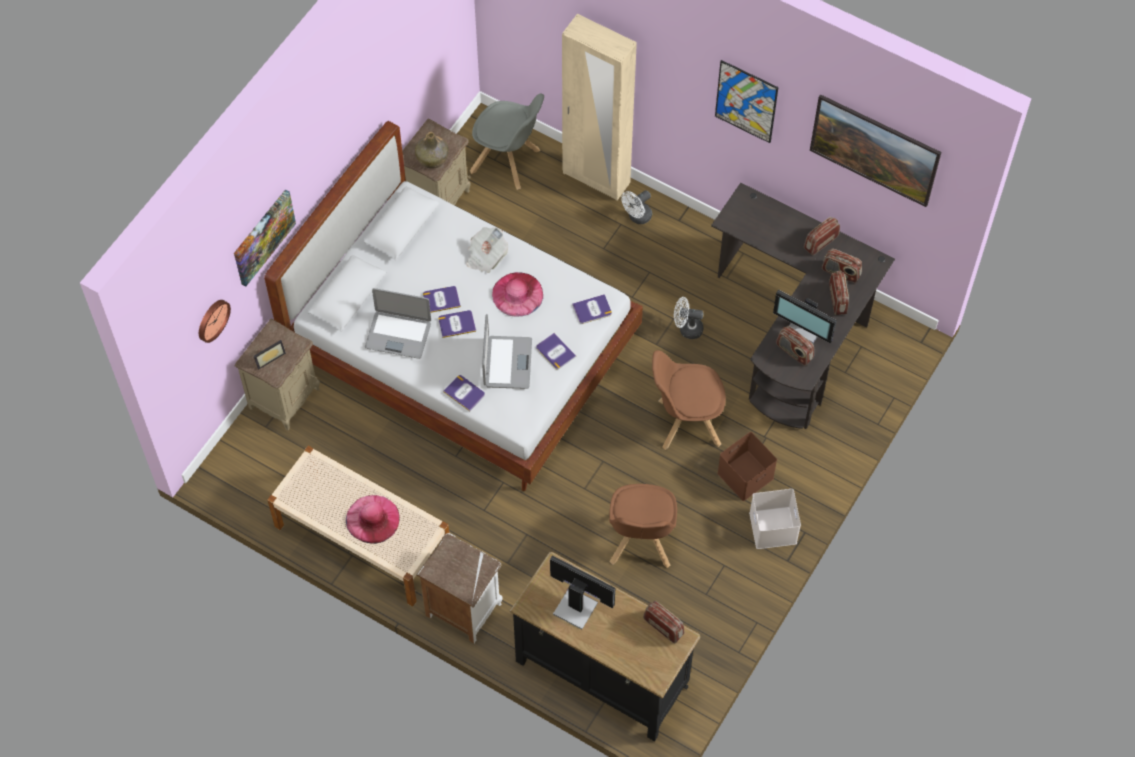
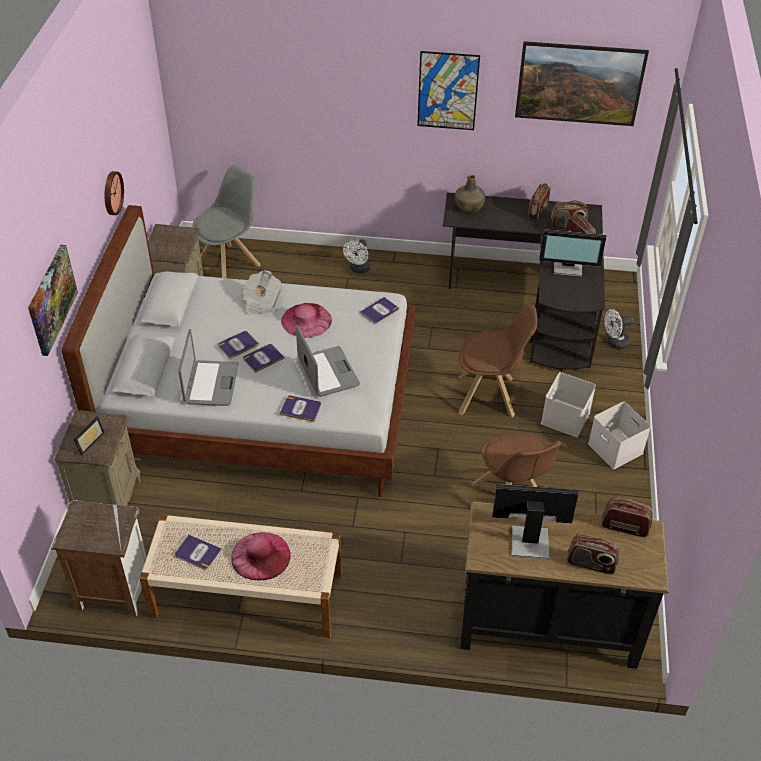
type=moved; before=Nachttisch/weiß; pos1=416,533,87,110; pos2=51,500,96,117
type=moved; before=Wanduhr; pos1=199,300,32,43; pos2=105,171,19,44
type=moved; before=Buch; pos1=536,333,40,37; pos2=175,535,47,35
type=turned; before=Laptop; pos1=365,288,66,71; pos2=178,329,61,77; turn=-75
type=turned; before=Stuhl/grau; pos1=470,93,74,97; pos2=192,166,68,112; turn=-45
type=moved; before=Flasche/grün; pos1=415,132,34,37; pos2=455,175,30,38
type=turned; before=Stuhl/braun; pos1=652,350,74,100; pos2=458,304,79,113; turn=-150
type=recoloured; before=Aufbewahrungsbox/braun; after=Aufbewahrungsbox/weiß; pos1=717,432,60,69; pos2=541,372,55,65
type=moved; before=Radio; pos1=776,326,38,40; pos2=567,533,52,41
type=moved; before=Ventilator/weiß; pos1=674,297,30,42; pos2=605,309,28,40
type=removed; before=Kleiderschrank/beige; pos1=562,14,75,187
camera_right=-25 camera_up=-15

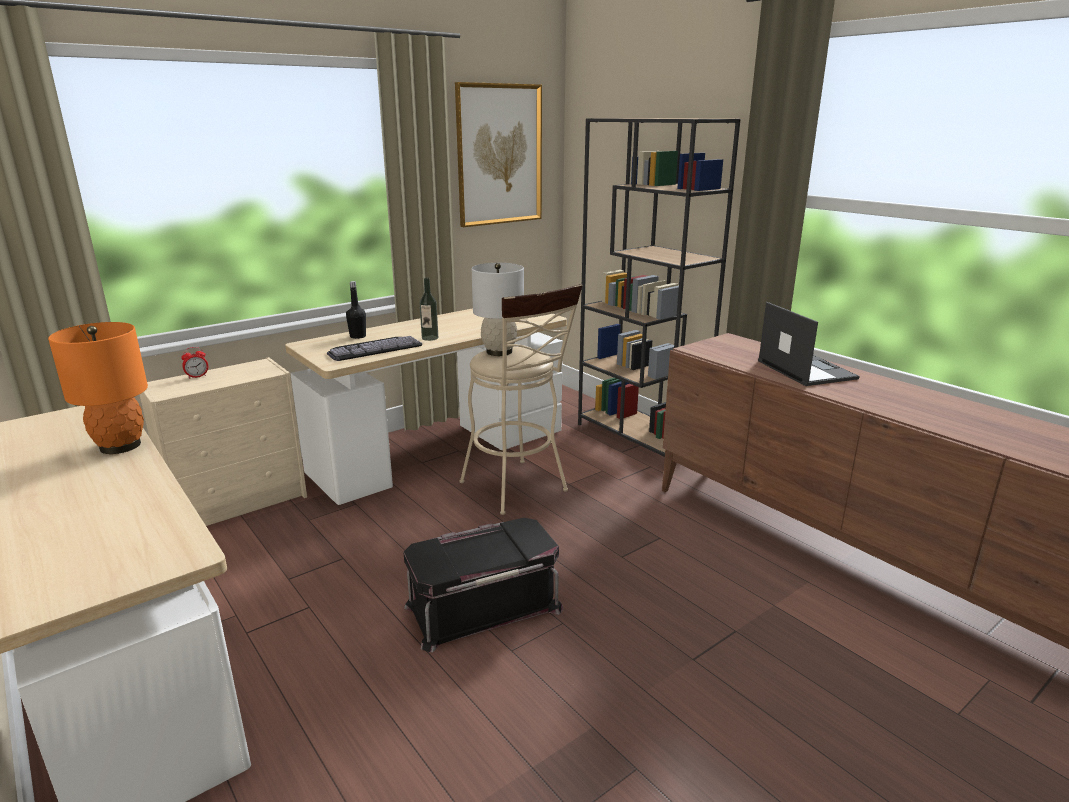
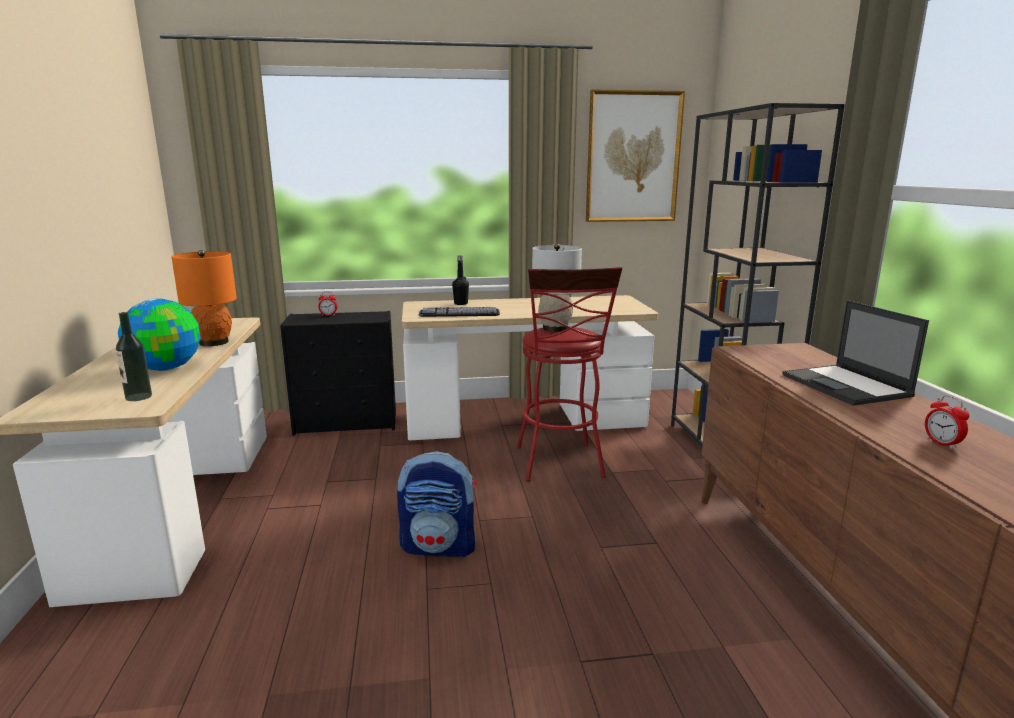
type=moved; before=Flasche; pos1=420,278,18,63; pos2=116,312,36,89
type=added; after=Globus; pos2=118,298,83,73
type=recoloured; before=Kommode/beige; after=Kommode/schwarz; pos1=139,357,168,169; pos2=280,311,116,125
type=replaced; before=Aufbewahrungsbox/schwarz; after=Rucksack; pos1=403,518,160,134; pos2=397,451,80,106
type=recoloured; before=Hocker/beige; after=Hocker/rot; pos1=459,284,123,231; pos2=517,267,105,215
type=turned; before=Laptop; pos1=758,302,102,84; pos2=782,300,147,106; turn=150
type=added; after=Wecker; pos2=925,395,44,54
camera_right=30 camera_up=-5

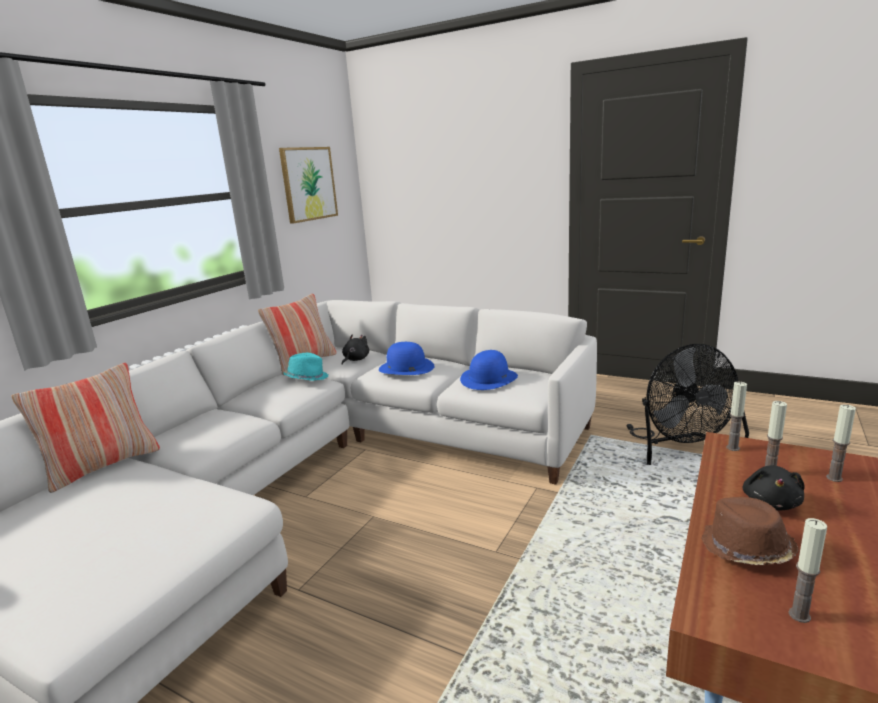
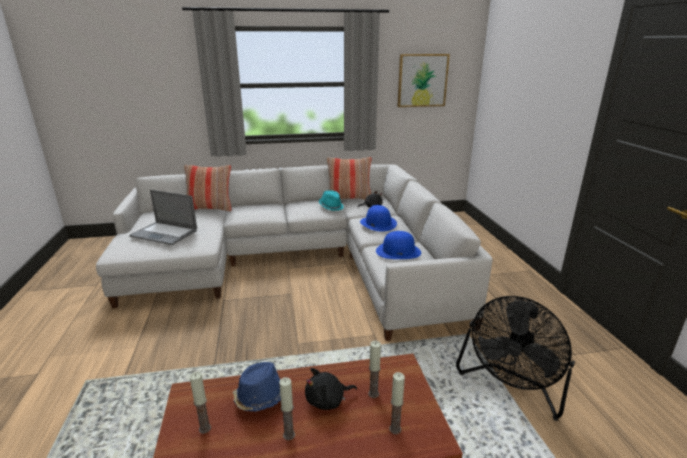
type=added; after=Laptop; pos2=129,190,68,55
type=recoloured; before=Hut/braun; after=Hut/blau; pos1=701,497,98,68; pos2=233,362,48,50
type=moved; before=Kerze; pos1=726,382,21,69; pos2=279,377,16,63
camera_right=50 camera_up=5

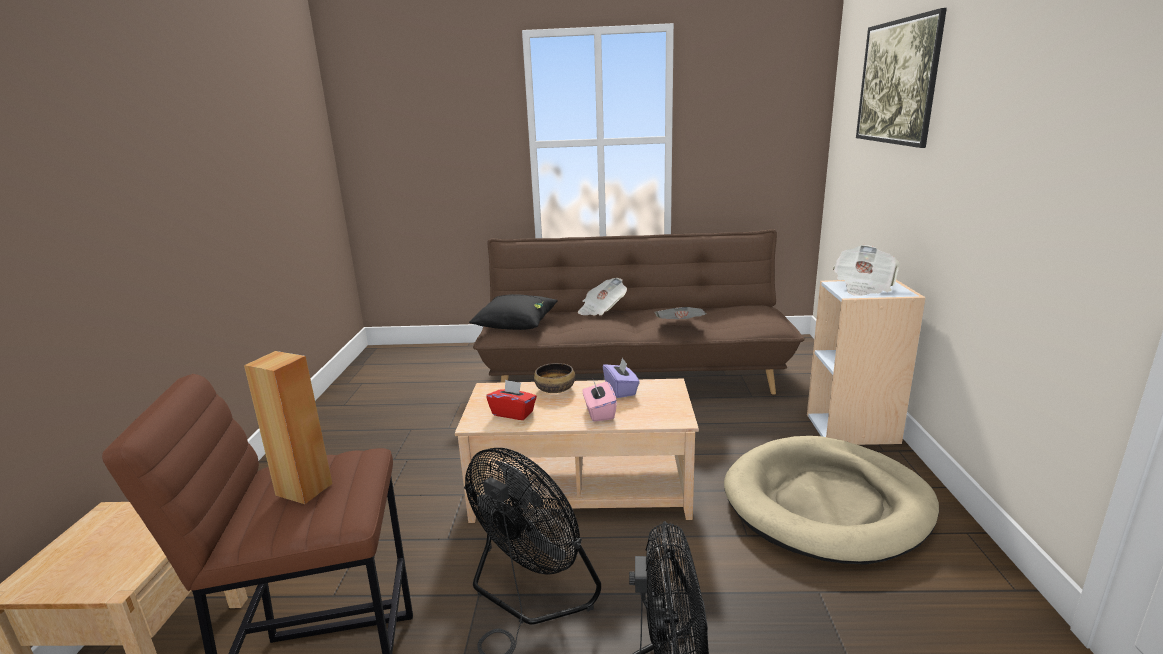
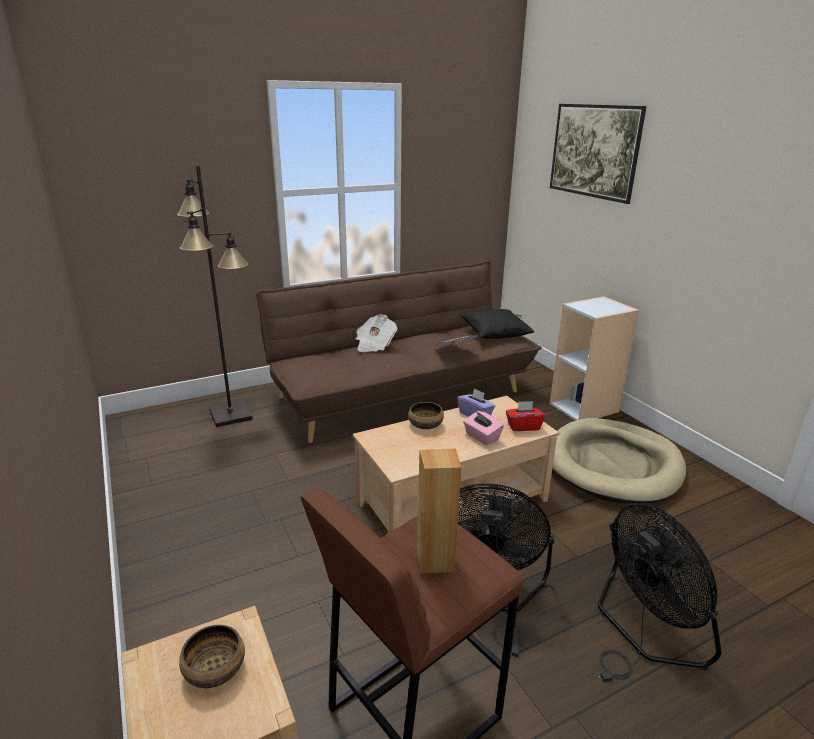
type=added; after=Stehlampe/schwarz; pos2=177,165,76,262
type=added; after=Schüssel; pos2=179,625,66,63
type=moved; before=Kissen/schwarz; pos1=469,294,89,36; pos2=460,309,74,30
type=moved; before=Taschentuchbox/rot; pos1=486,380,51,40; pos2=506,401,39,30
type=removed; before=Zeitung; pos1=833,245,67,51
camera_right=-30 camera_up=5

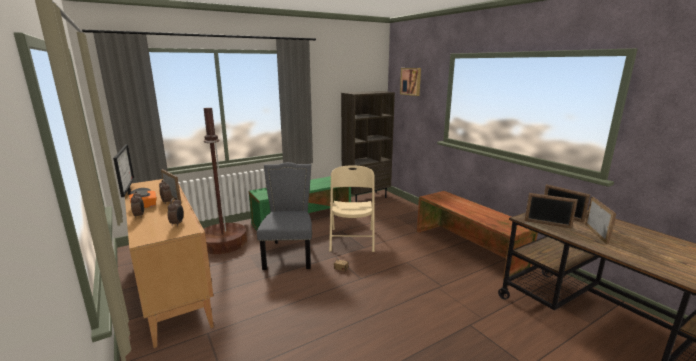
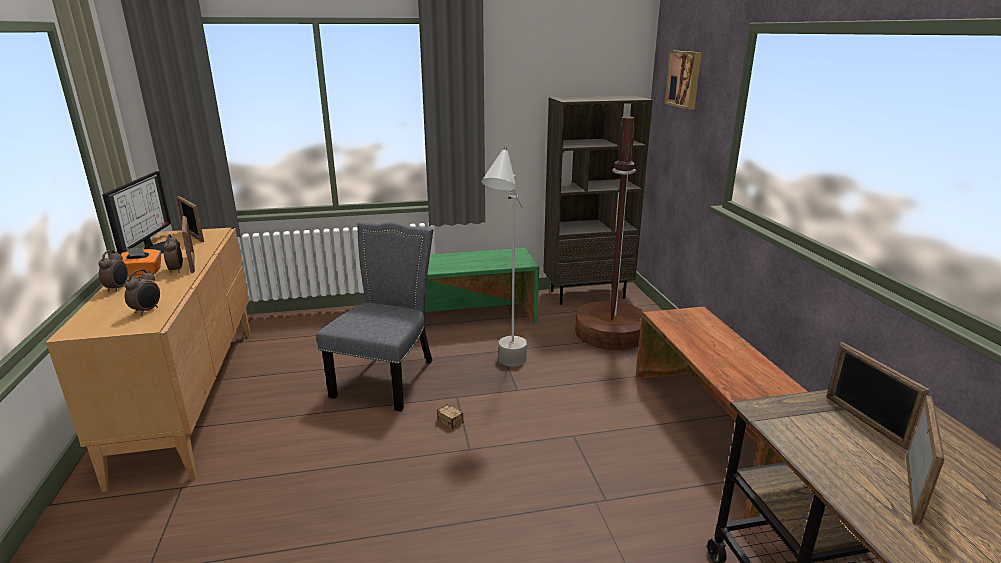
type=moved; before=Bilderrahmen; pos1=525,193,53,36; pos2=176,196,28,46
type=replaced; before=Stuhl/beige; after=Stehlampe/grau; pos1=329,165,46,87; pos2=482,146,45,221
type=moved; before=Stehlampe/braun; pos1=204,108,43,146; pos2=575,117,69,233
camera_right=20 camera_up=5

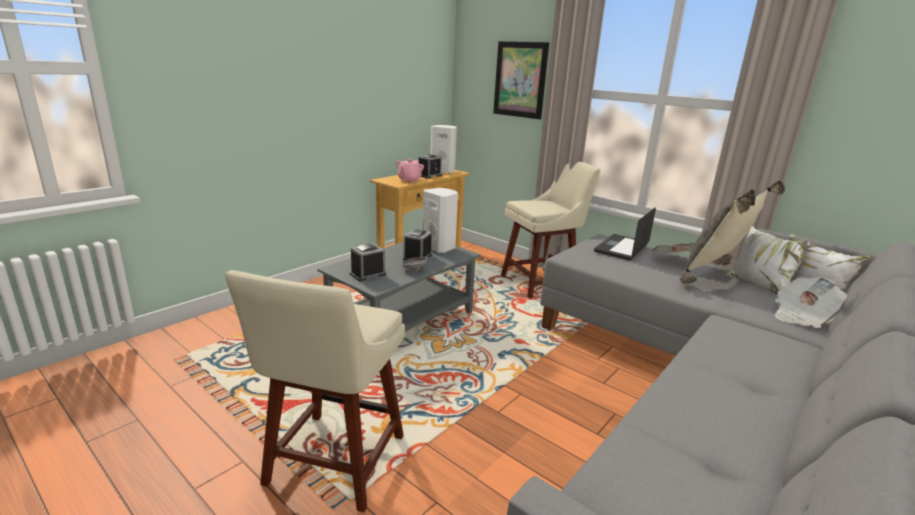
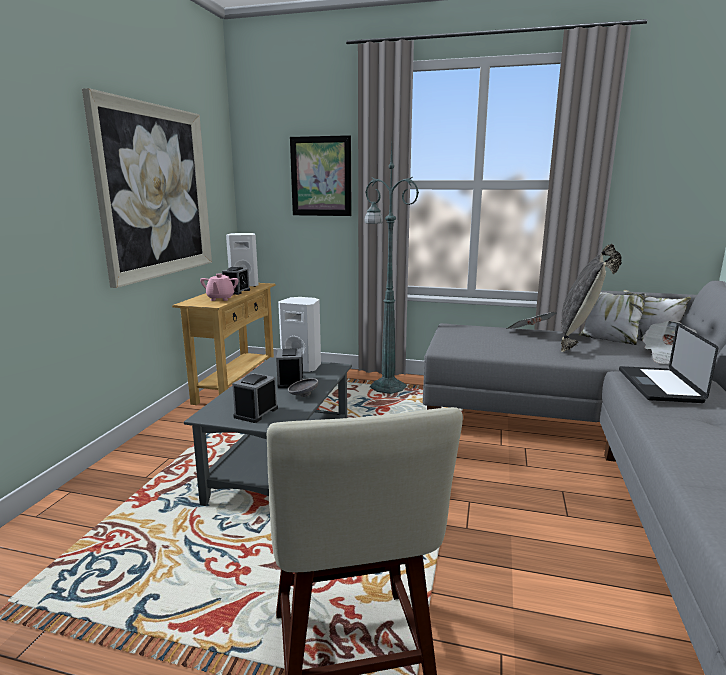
type=added; after=Bild; pos2=82,88,130,200
type=replaced; before=Hocker/beige; after=Stehlampe/grün; pos1=501,162,99,137; pos2=364,143,55,251
type=moved; before=Laptop; pos1=594,208,62,52; pos2=619,323,99,80
camera_right=-25 camera_up=-5

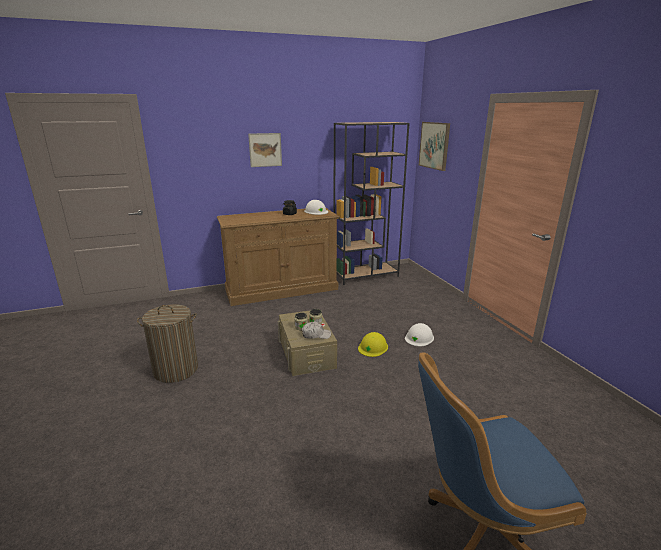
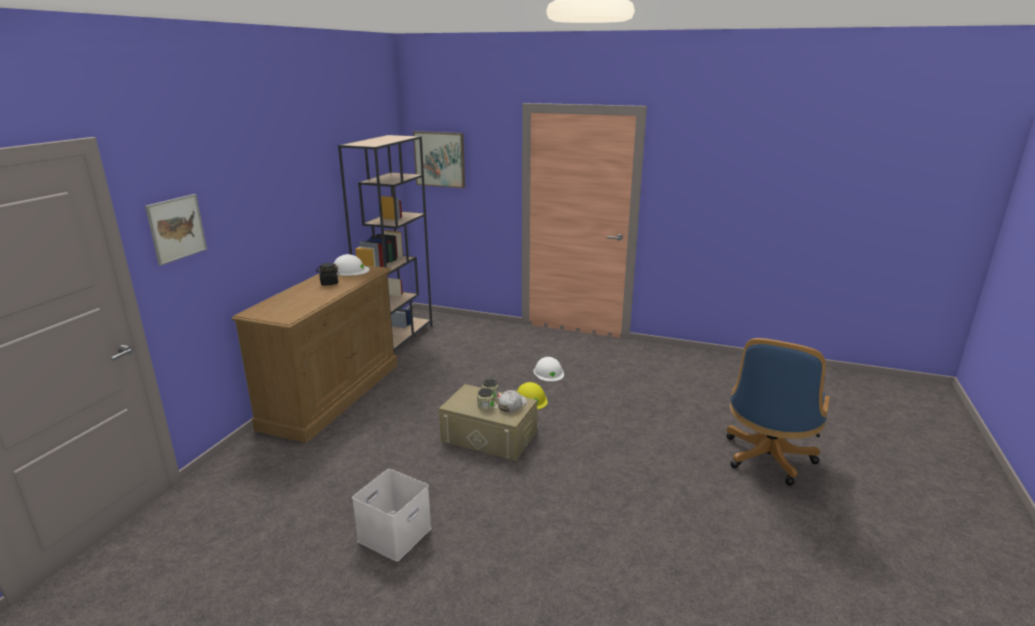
type=moved; before=Bild; pos1=248,133,34,34; pos2=145,194,62,72
type=replaced; before=Wäschekorb; after=Aufbewahrungsbox/weiß; pos1=137,304,61,79; pos2=352,469,80,92
camera_right=-50 camera_up=0

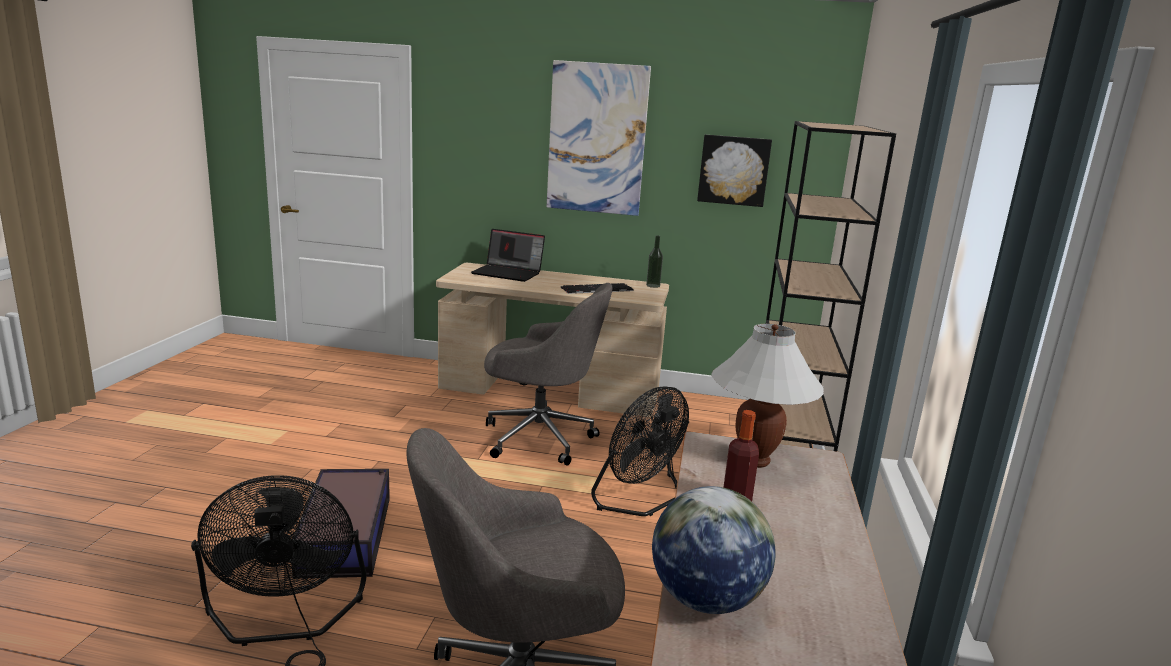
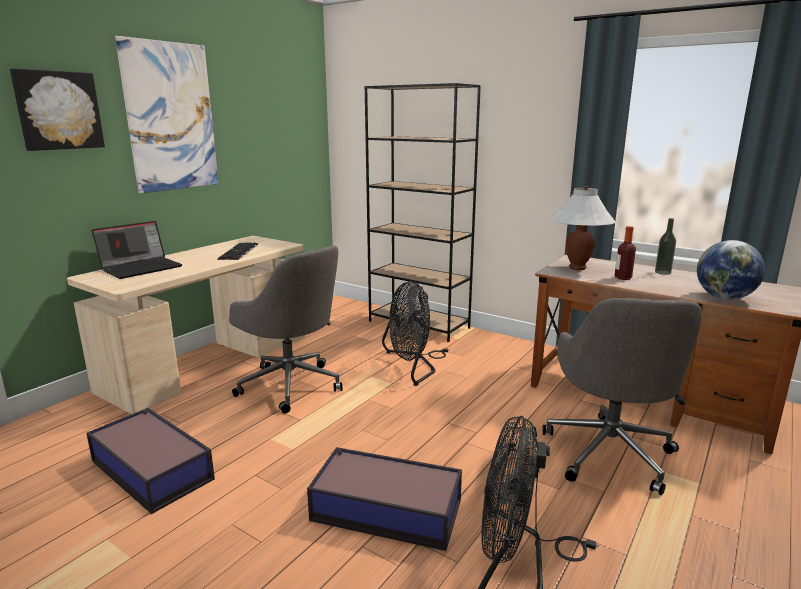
type=moved; before=Bild; pos1=697,135,75,72; pos2=10,68,95,83
type=added; after=Aufbewahrungsbox; pos2=86,408,129,106
type=turned; before=Bürostuhl/grau; pos1=484,283,128,183; pos2=229,246,113,167; turn=90
type=moved; before=Flasche; pos1=646,235,17,53; pos2=655,218,21,57
camera_right=-65 camera_up=0

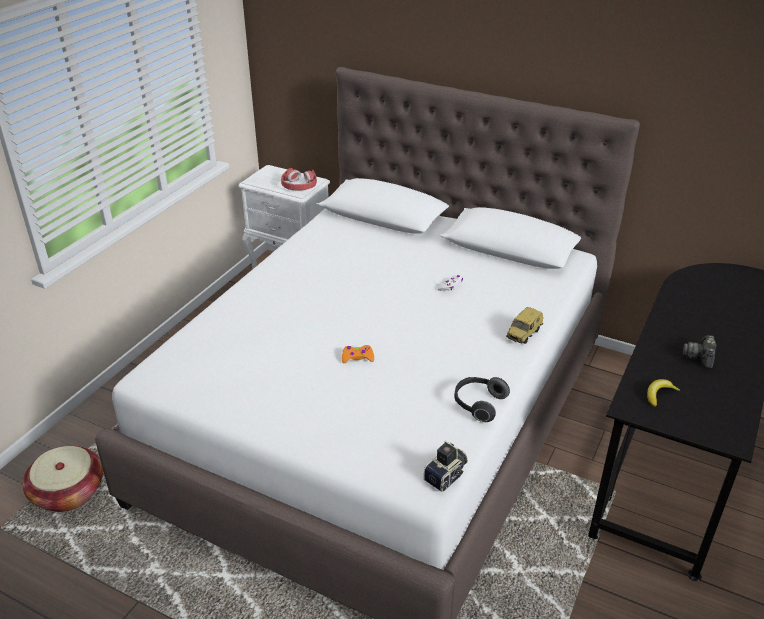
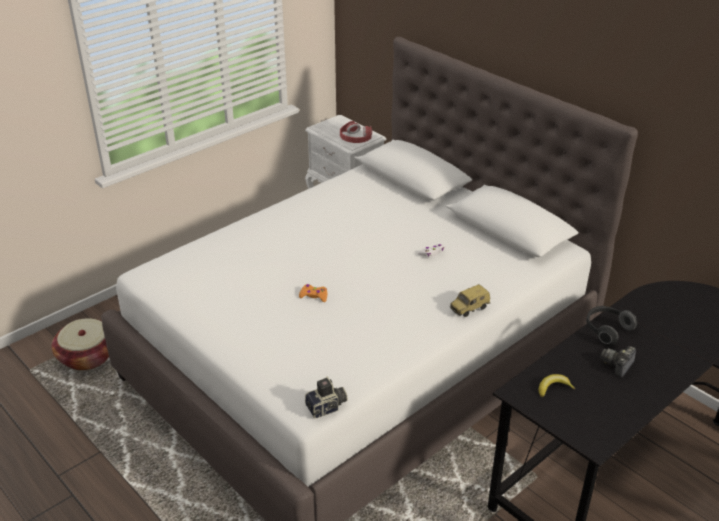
type=moved; before=Kopfhörer; pos1=454,377,56,45; pos2=586,306,51,39
camera_right=20 camera_up=0

